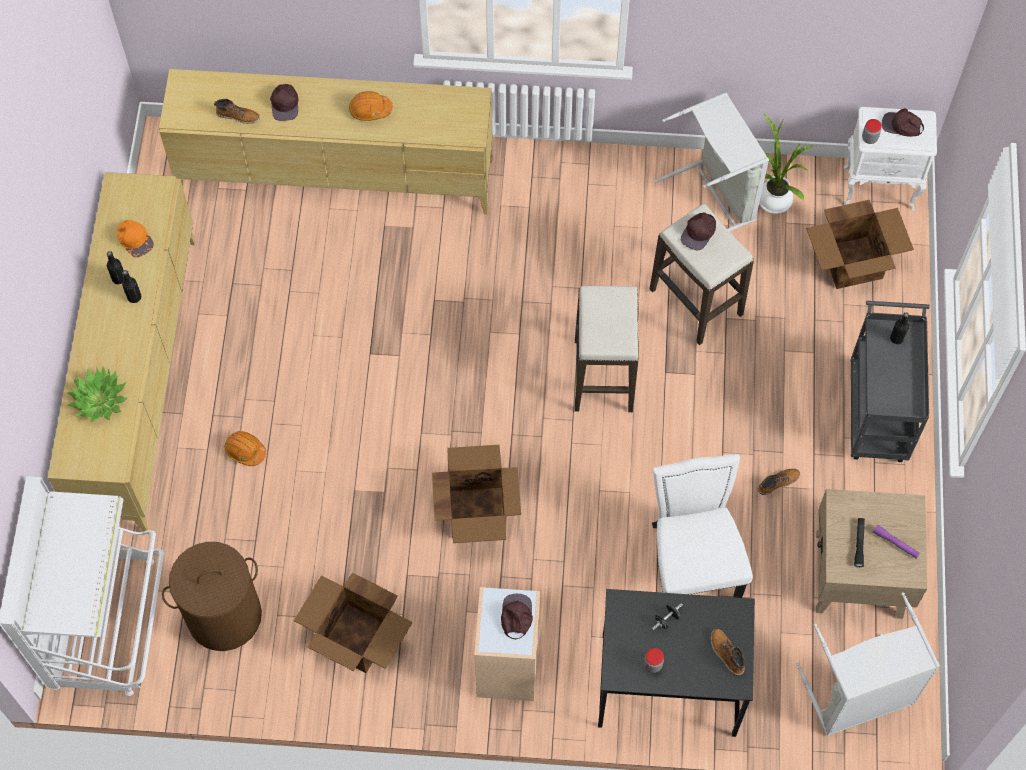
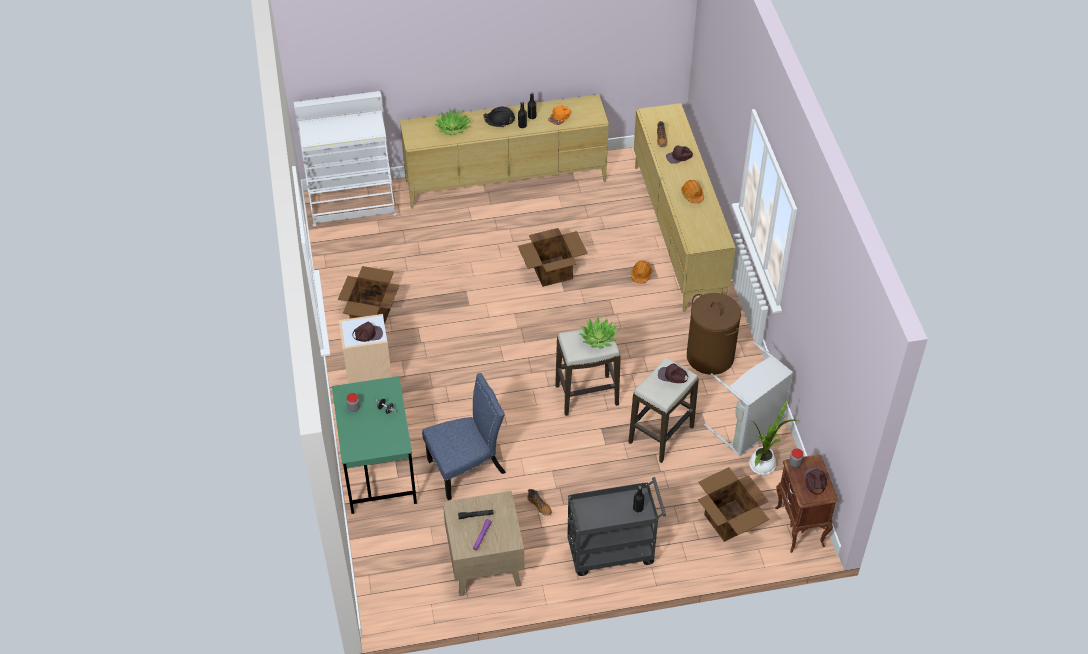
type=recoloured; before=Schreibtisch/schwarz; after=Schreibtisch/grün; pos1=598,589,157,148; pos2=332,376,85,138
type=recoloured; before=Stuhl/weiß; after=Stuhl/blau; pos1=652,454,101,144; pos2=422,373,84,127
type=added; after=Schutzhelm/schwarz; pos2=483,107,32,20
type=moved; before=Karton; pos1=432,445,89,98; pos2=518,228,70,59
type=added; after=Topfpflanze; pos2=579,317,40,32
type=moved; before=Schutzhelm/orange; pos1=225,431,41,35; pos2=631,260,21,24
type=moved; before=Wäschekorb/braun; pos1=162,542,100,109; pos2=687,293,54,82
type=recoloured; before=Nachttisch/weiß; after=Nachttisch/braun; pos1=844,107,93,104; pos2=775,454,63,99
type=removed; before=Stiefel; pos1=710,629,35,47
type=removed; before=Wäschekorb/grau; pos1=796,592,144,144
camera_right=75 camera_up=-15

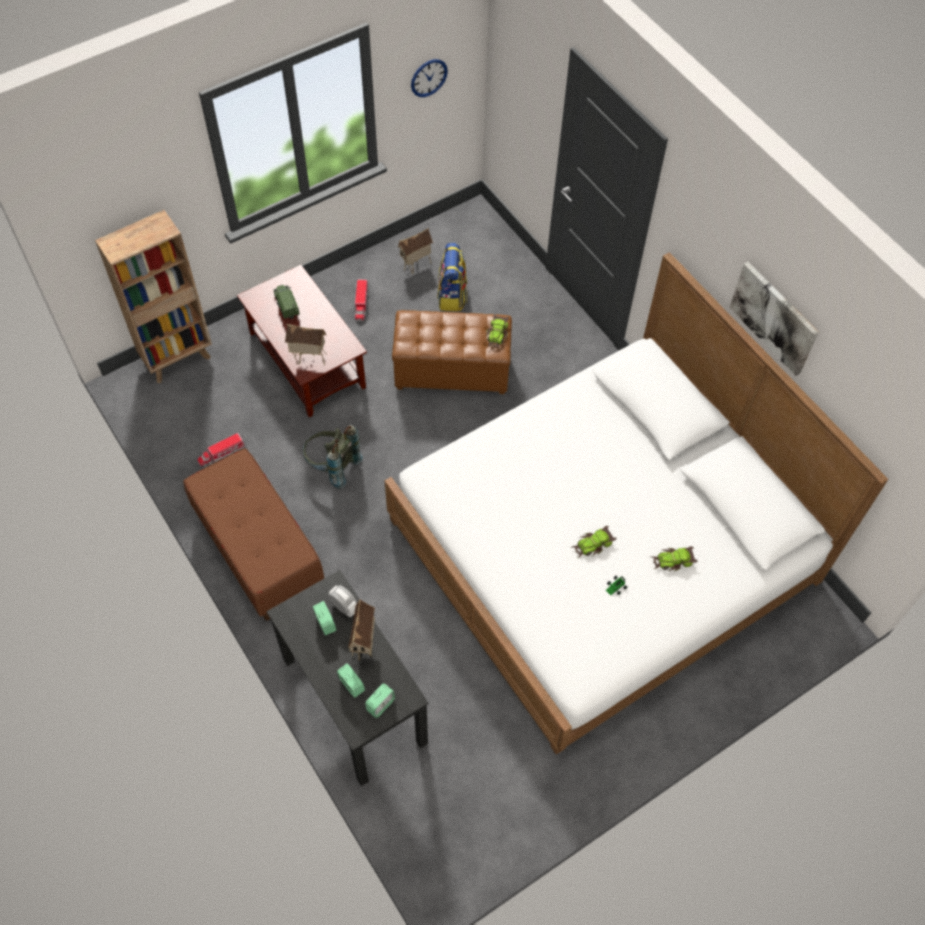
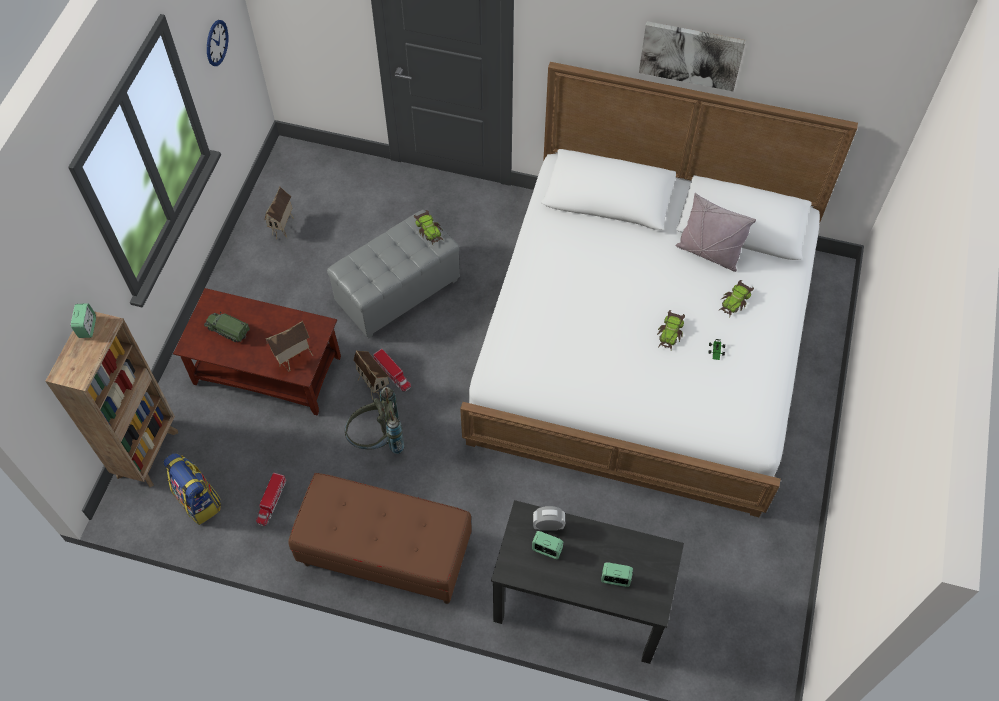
type=moved; before=Wecker; pos1=365,683,30,35; pos2=71,304,25,34
type=moved; before=Rucksack; pos1=438,243,29,68; pos2=163,453,58,72
type=recoloured; before=Polsterhocker/braun; after=Polsterhocker/grau; pos1=392,310,120,84; pos2=327,210,133,129
type=moved; before=Spielzeughaus; pos1=348,600,27,61; pos2=353,351,36,49
type=moved; before=Spielzeuglaster; pos1=354,279,14,42; pos2=373,348,38,44
type=added; after=Kissen/lila; pos2=675,193,81,79
camera_right=-40 camera_up=0

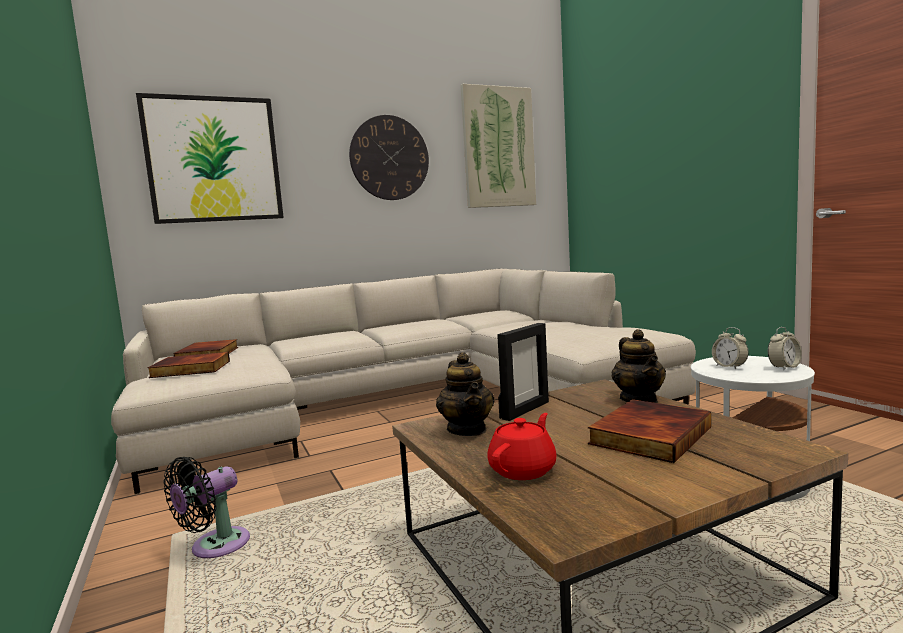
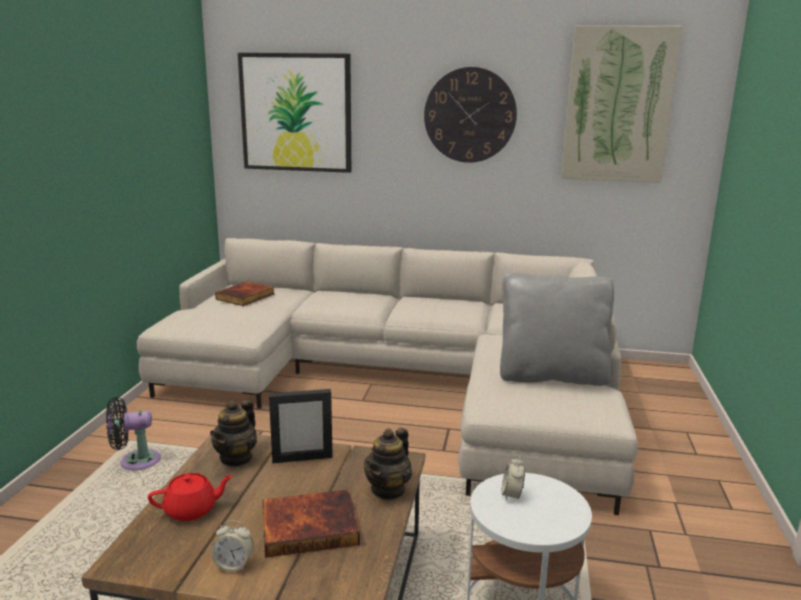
type=moved; before=Wecker; pos1=768,327,34,43; pos2=211,520,43,52
type=added; after=Kissen/grau; pos2=500,273,114,113
type=removed; before=Buch; pos1=148,352,82,26
camera_right=35 camera_up=10

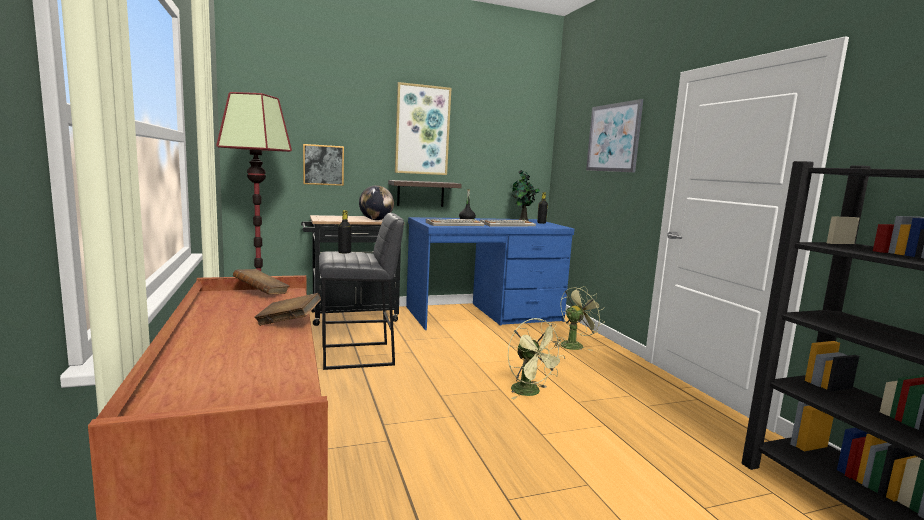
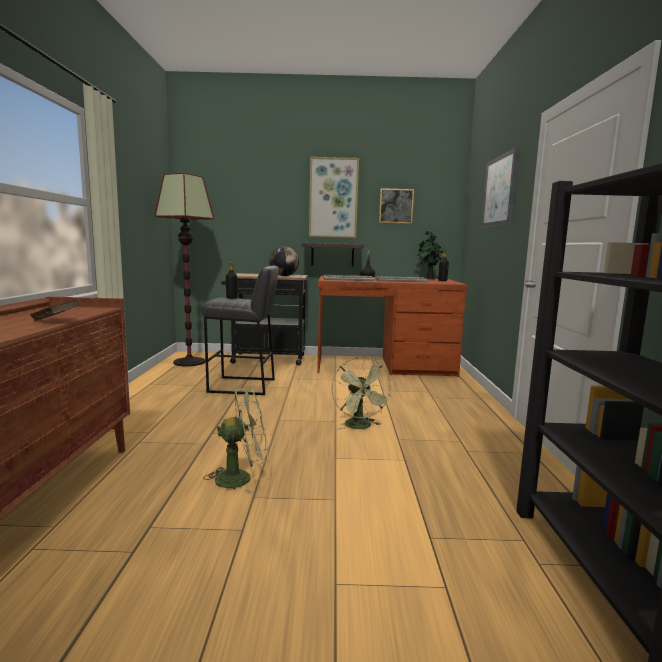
type=moved; before=Ventilator/grün; pos1=553,286,52,65; pos2=204,387,64,107
type=recoloured; before=Schreibtisch/blau; after=Schreibtisch/braun; pos1=406,217,168,113; pos2=317,276,150,101
type=moved; before=Bild; pos1=303,144,41,42; pos2=379,188,35,36
type=removed; before=Buch/braun; pos1=233,269,56,26
camera_right=20 camera_up=0

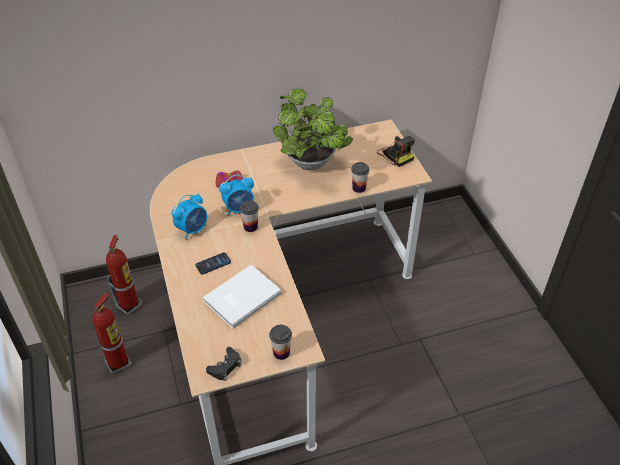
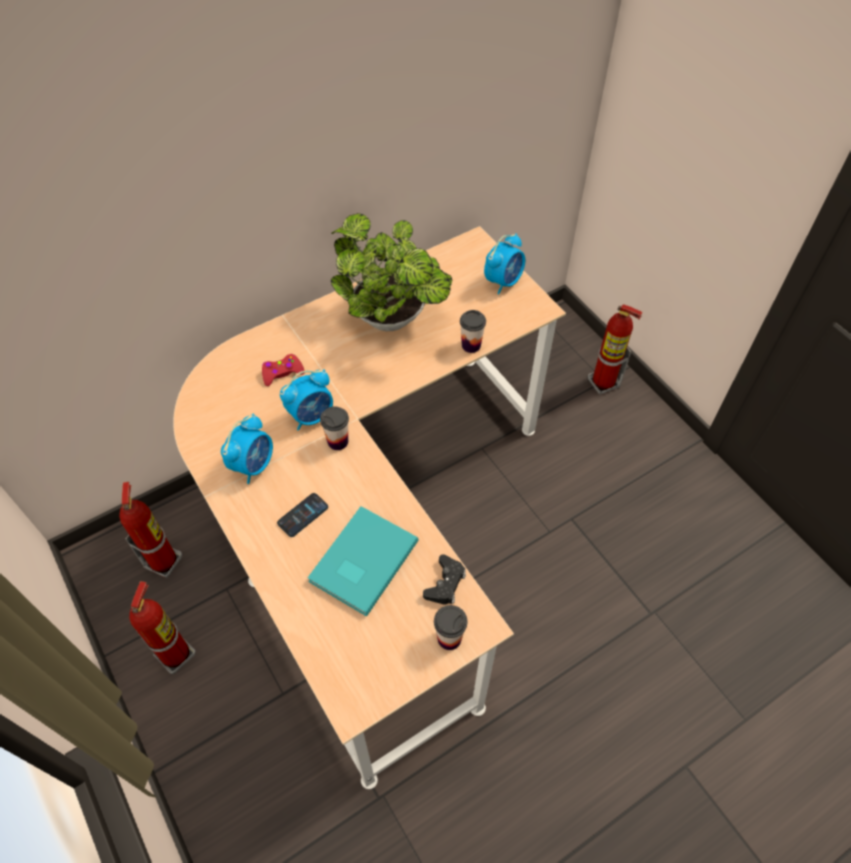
type=recoloured; before=Buch/weiß; after=Buch/türkis; pos1=203,265,79,64; pos2=308,506,110,111
type=moved; before=Gamepad/schwarz; pos1=206,347,36,34; pos2=423,554,43,51
type=replaced; before=Kamera; after=Wecker; pos1=377,136,38,31; pos2=484,233,41,62
type=added; after=Feuerlöscher; pos2=587,304,56,91
camera_right=-15 camera_up=10

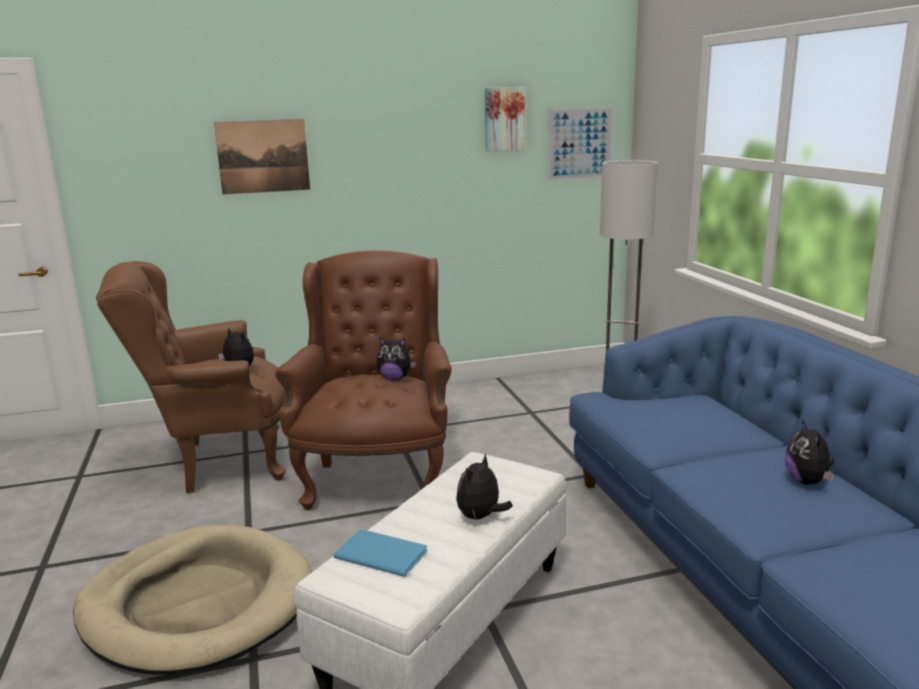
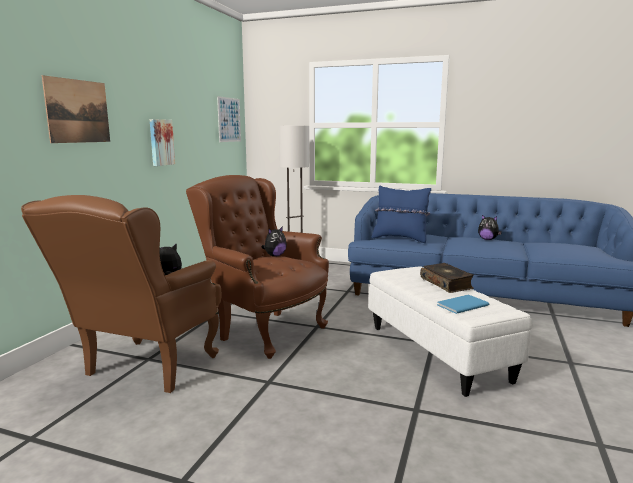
type=moved; before=Bild; pos1=485,87,40,64; pos2=150,119,25,47
type=added; after=Kissen/blau; pos2=372,185,59,58
type=replaced; before=Plüschtier; after=Buch; pos1=456,454,57,65; pos2=420,263,54,30
type=removed; before=Hundebett/beige; pos1=73,525,239,150
camera_right=-55 camera_up=-5

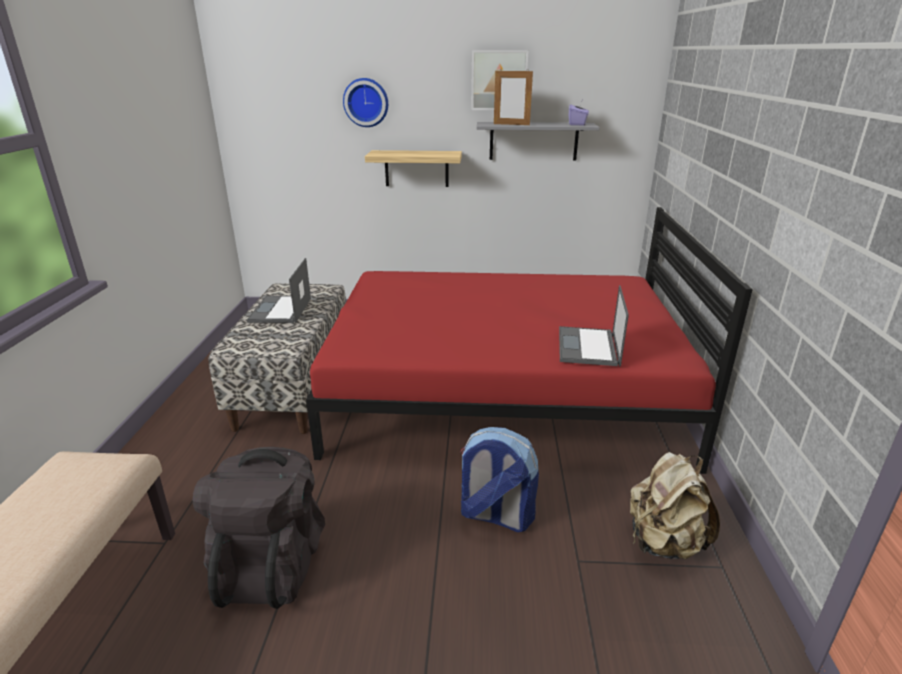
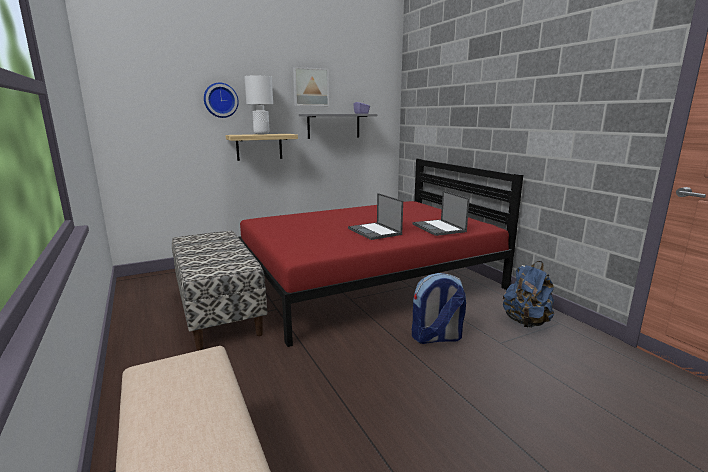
type=added; after=Tischlampe/weiß; pos2=244,76,29,59
type=moved; before=Laptop; pos1=247,258,64,65; pos2=348,193,55,47
type=recoloured; before=Rucksack/beige; after=Rucksack/blau; pos1=630,452,90,107; pos2=503,261,51,66
type=removed; before=Rucksack/schwarz; pos1=193,447,132,162
type=removed; before=Bilderrahmen; pos1=494,71,39,54
camera_right=-30 camera_up=-10

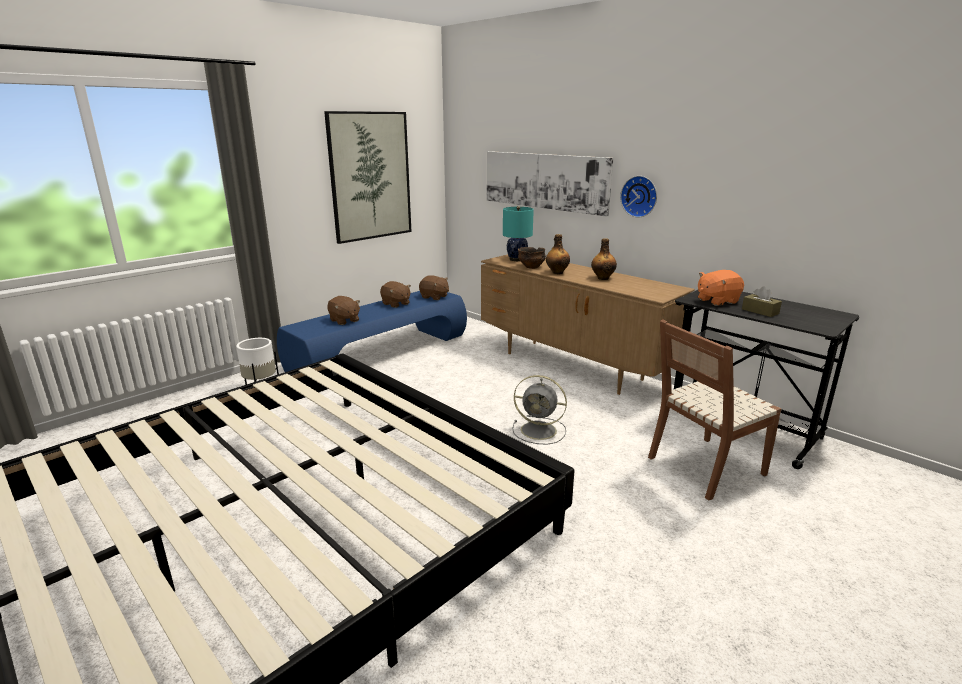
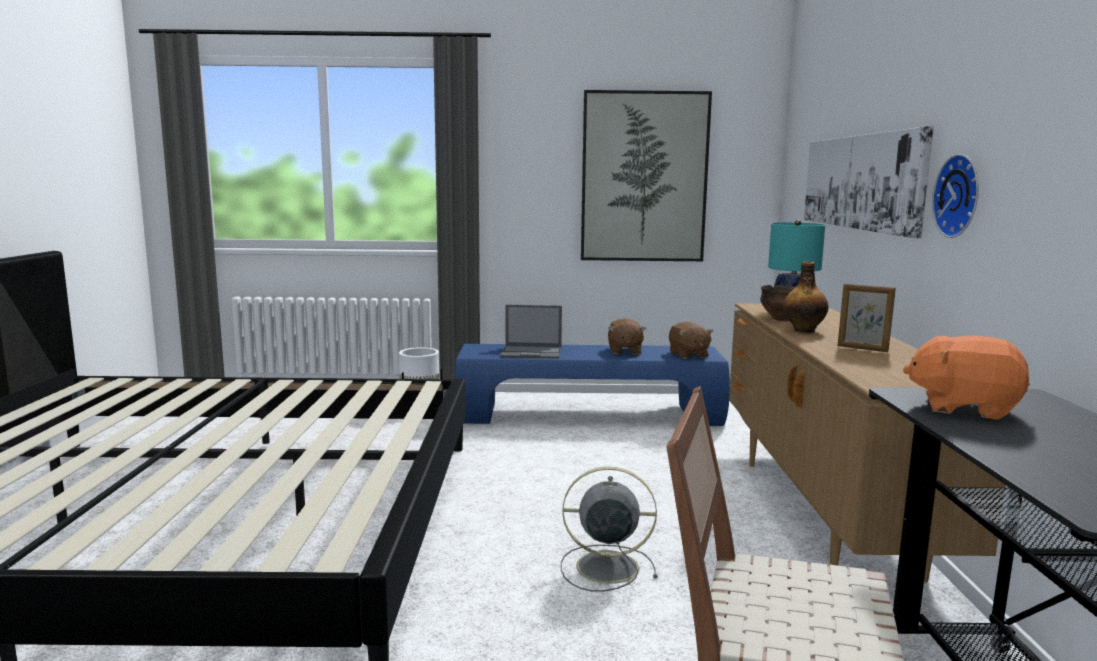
type=replaced; before=Plüschtier/braun; after=Laptop; pos1=328,296,32,29; pos2=500,305,62,54
type=turned; before=Ventilator/grau; pos1=512,375,55,70; pos2=561,467,97,125; turn=120
type=replaced; before=Flasche; after=Bilderrahmen; pos1=591,238,26,42; pos2=838,283,58,69
type=removed; before=Taschentuchbox/braun; pos1=742,286,40,31
camera_right=45 camera_up=-10

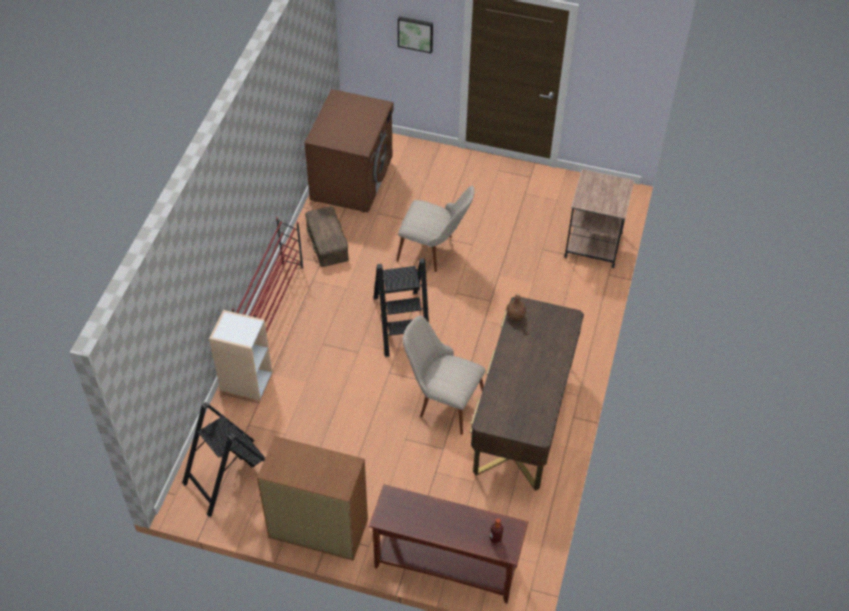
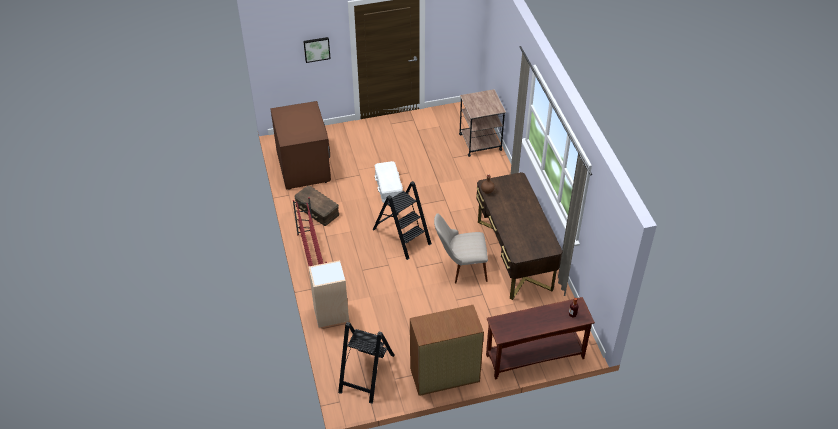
type=replaced; before=Stuhl/beige; after=Aufbewahrungsbox/weiß; pos1=396,186,78,86; pos2=375,161,28,42
camera_right=-30 camera_up=-5

